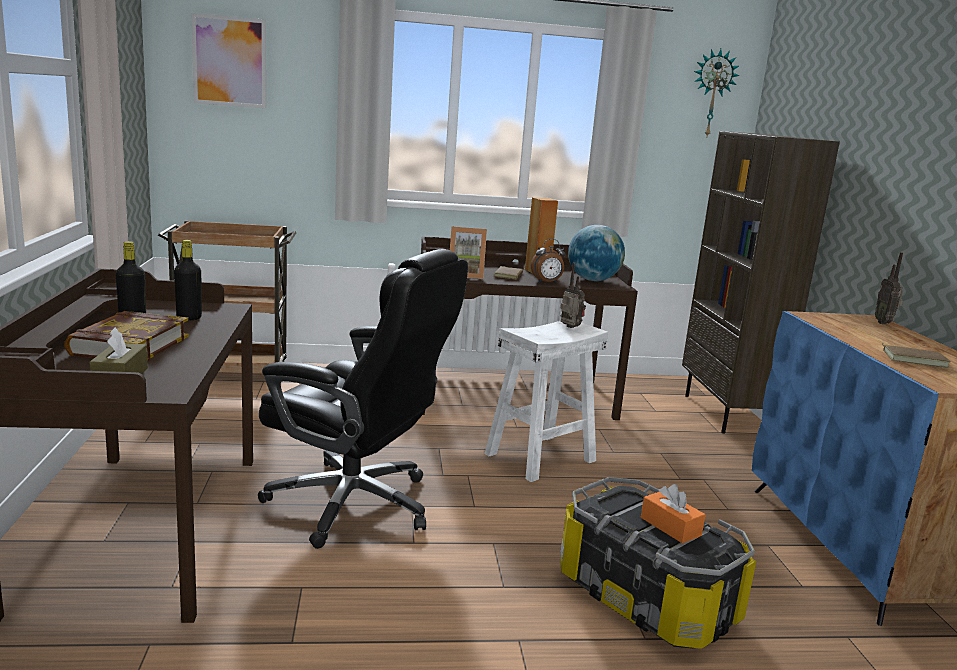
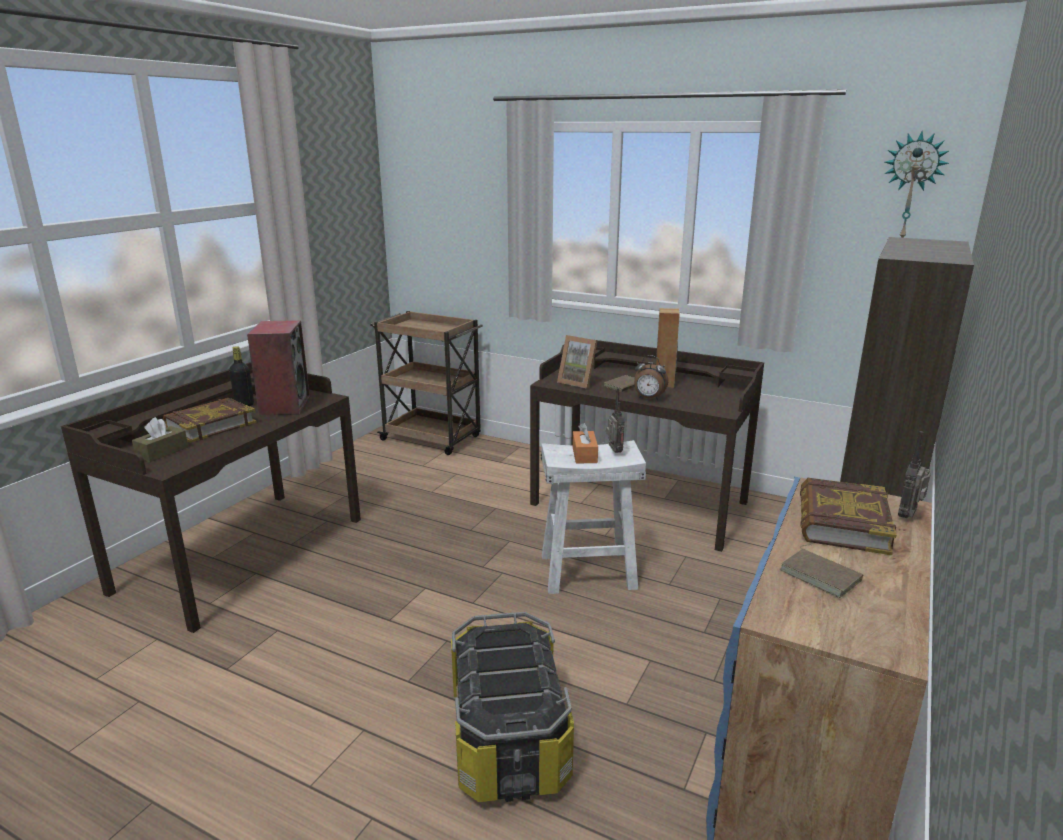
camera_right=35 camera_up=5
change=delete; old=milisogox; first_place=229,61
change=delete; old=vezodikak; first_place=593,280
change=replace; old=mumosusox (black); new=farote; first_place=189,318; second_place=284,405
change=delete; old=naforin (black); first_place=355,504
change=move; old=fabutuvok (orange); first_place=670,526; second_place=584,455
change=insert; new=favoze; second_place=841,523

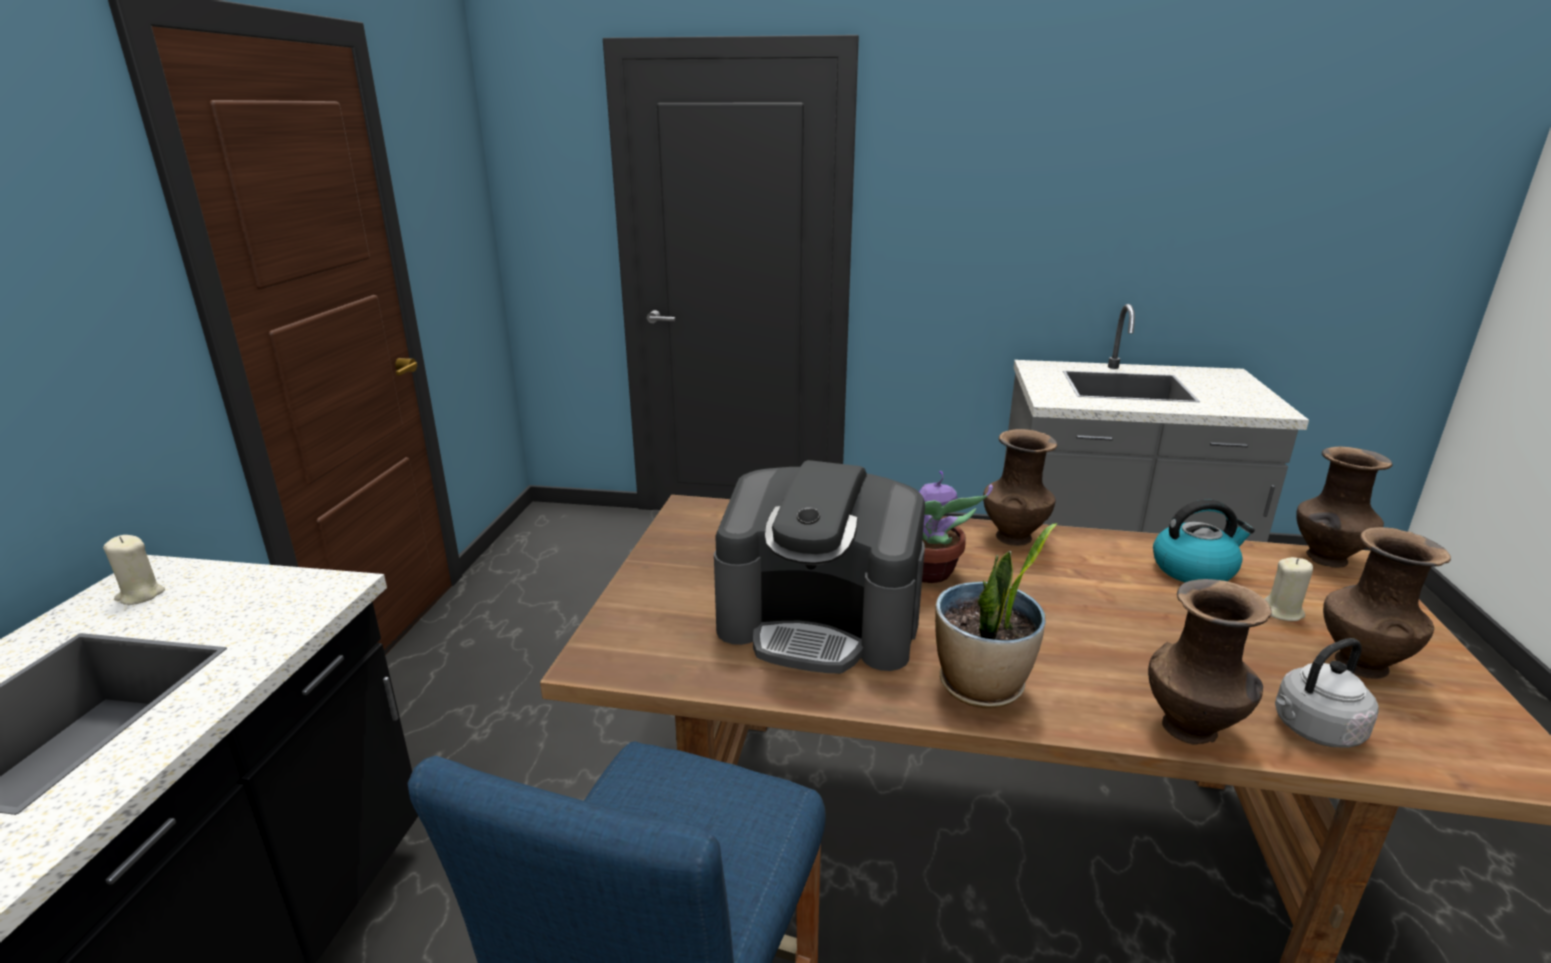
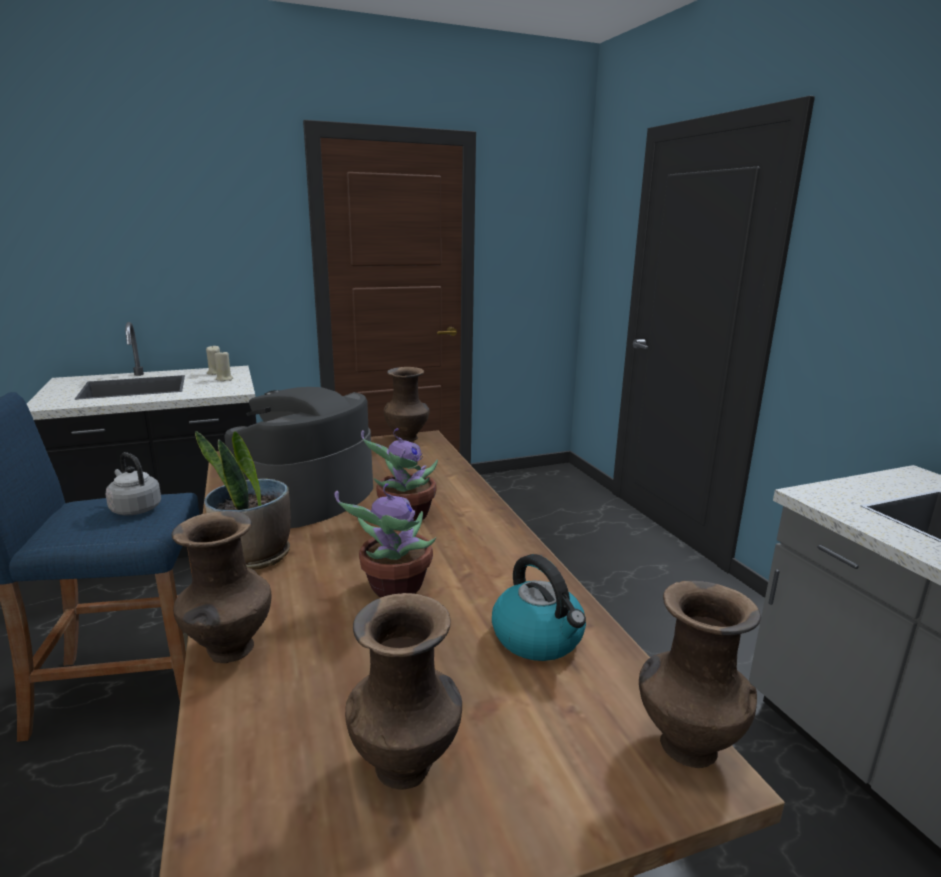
camera_right=60 camera_up=-5
change=move; old=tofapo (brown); first_place=1013,536; second_place=407,438
change=rotate; old=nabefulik; first_place=820,623; second_place=306,497; degrees=45
change=move; old=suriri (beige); first_place=1282,612; second_place=224,379
change=move; old=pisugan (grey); first_place=1313,730; second_place=135,508
change=insert; new=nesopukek; second_place=394,588

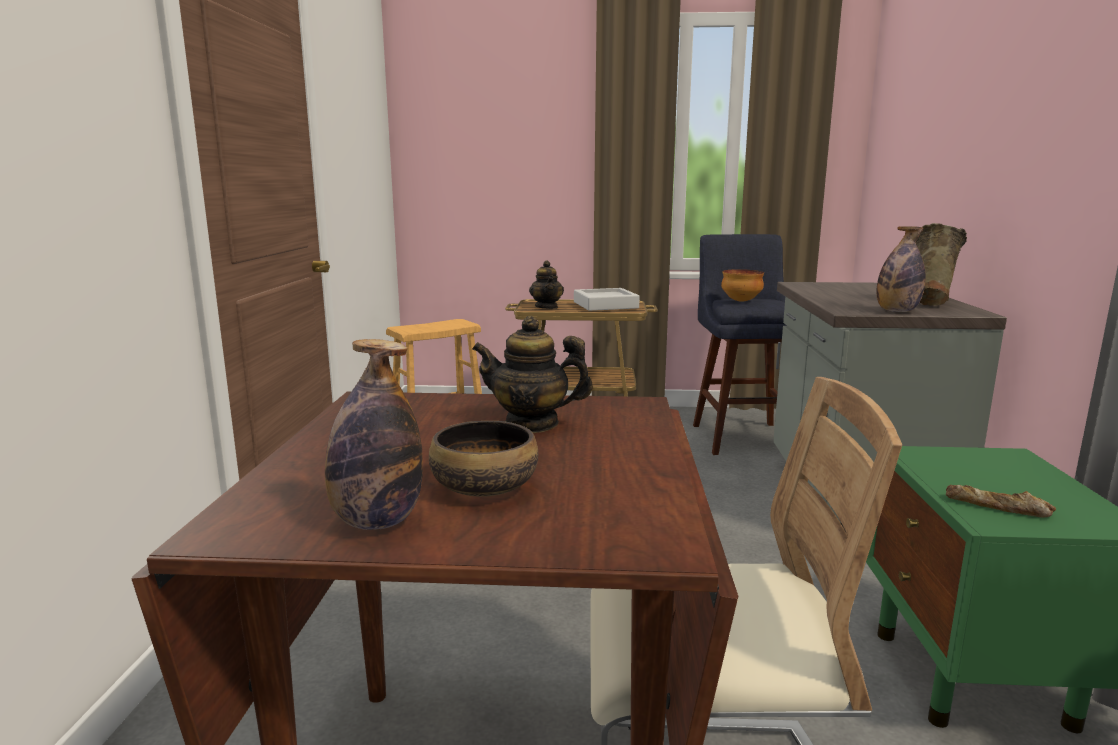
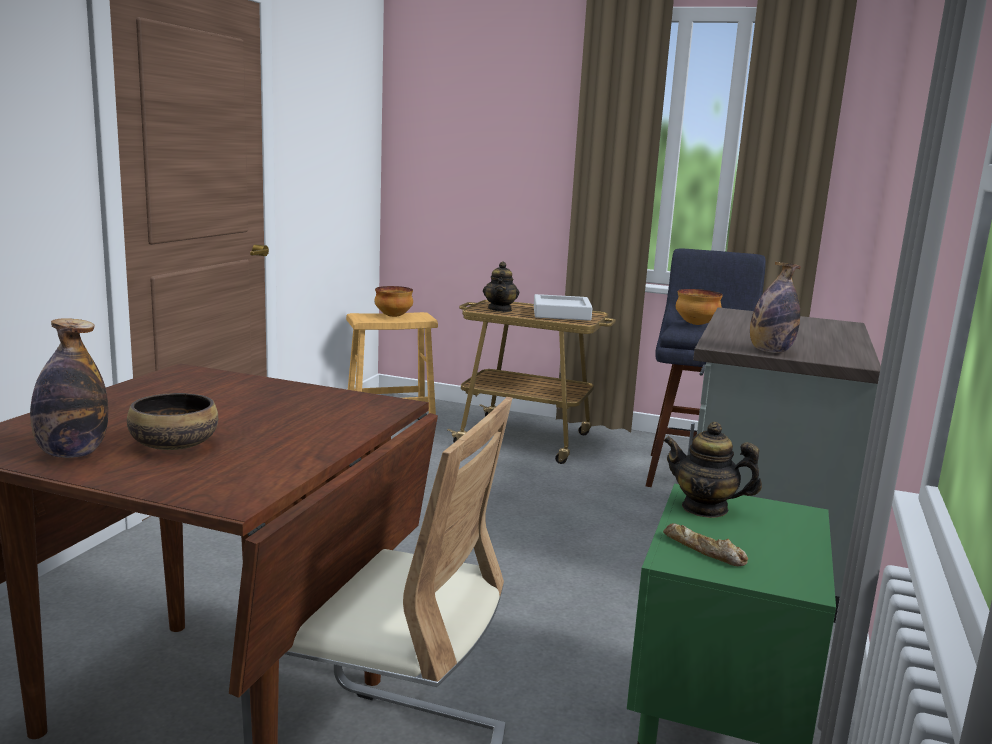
camera_right=15 camera_up=0
change=delete; old=tofapo (beige); first_place=929,303
change=move; old=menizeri; first_place=531,424; second_place=705,508
change=insert; new=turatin; second_place=394,316

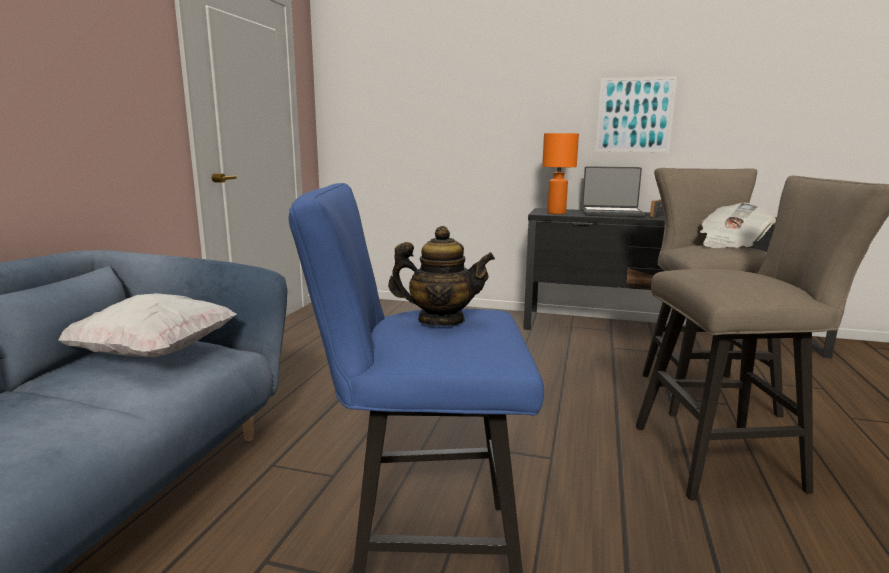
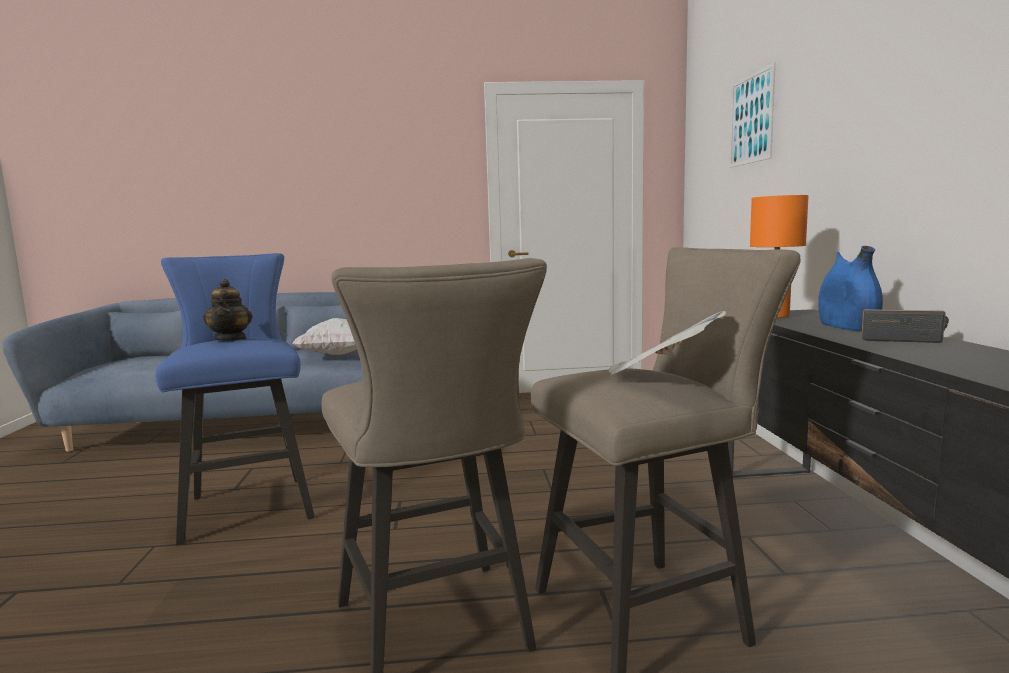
camera_right=70 camera_up=-5
change=move; old=milisogox; first_place=634,115; second_place=751,119
change=replace; old=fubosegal; new=tofapo (blue); first_place=611,213; second_place=847,327

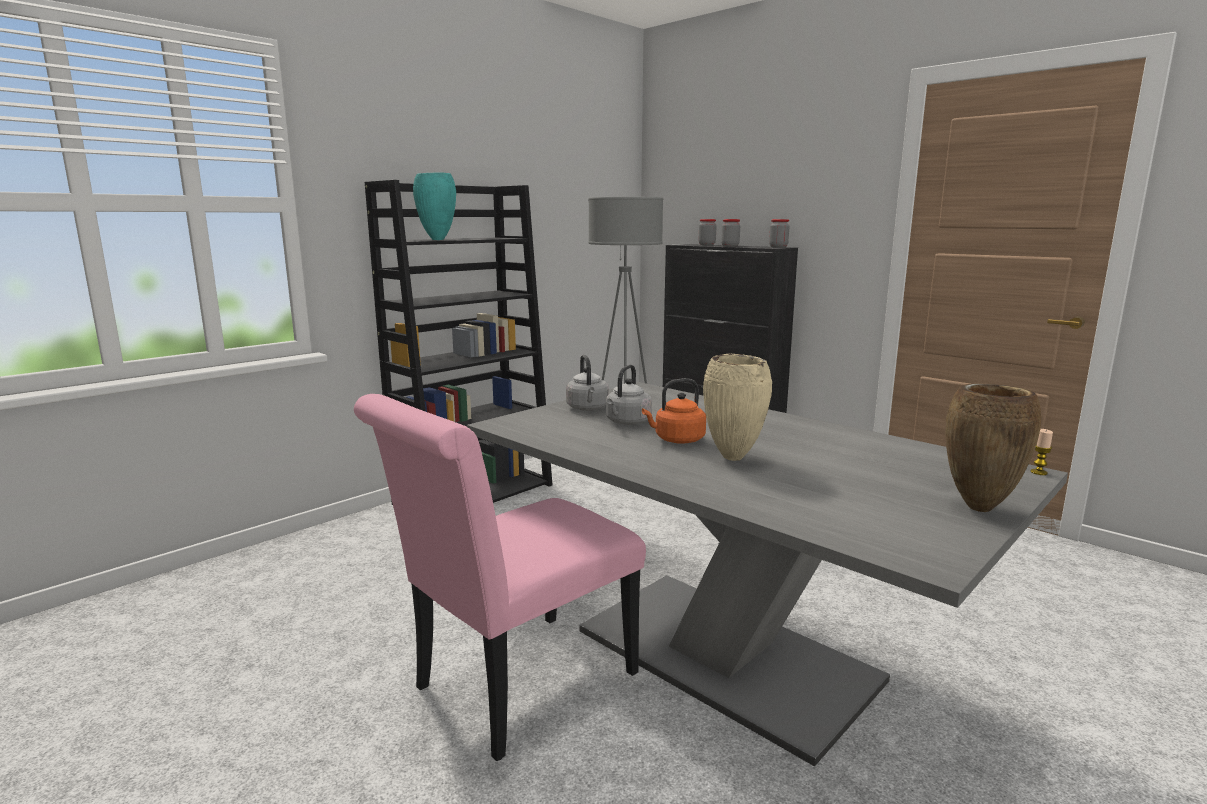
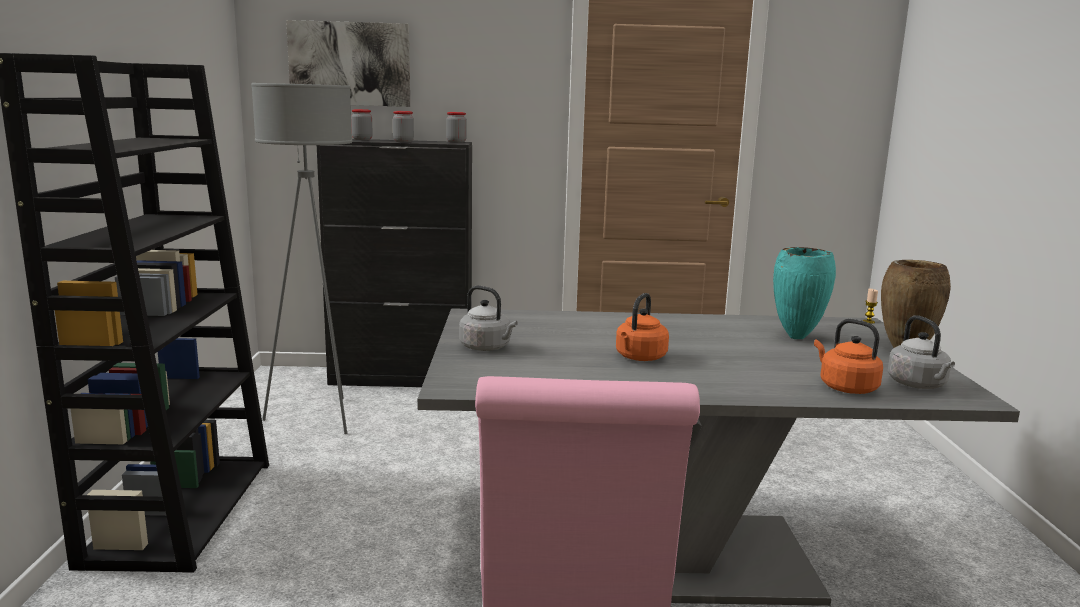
camera_right=-45 camera_up=0
change=move; old=tofapo (turquoise); first_place=436,240; second_place=796,338
change=delete; old=tofapo (beige); first_place=734,458
change=move; old=pisugan (grey); first_place=627,422; second_place=918,385
change=insert; new=milisogox; second_place=350,64
change=insert; new=pisugan (orange); second_place=845,387

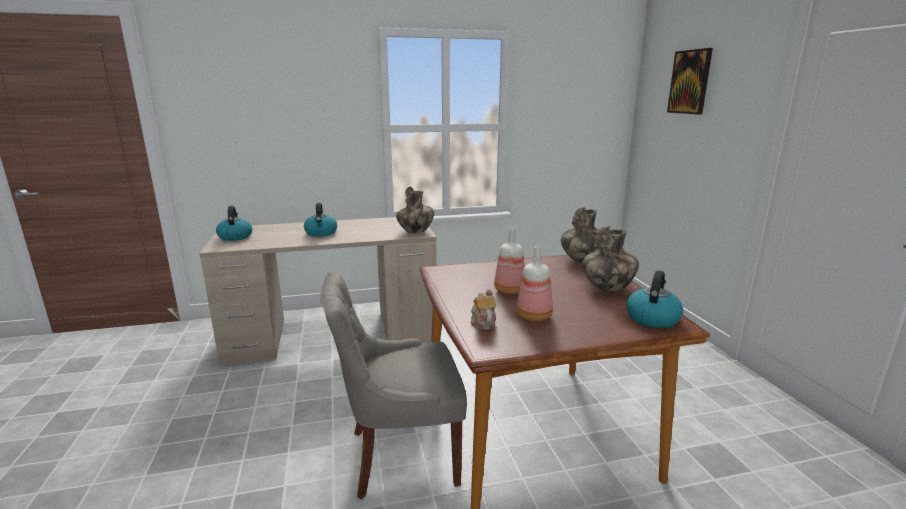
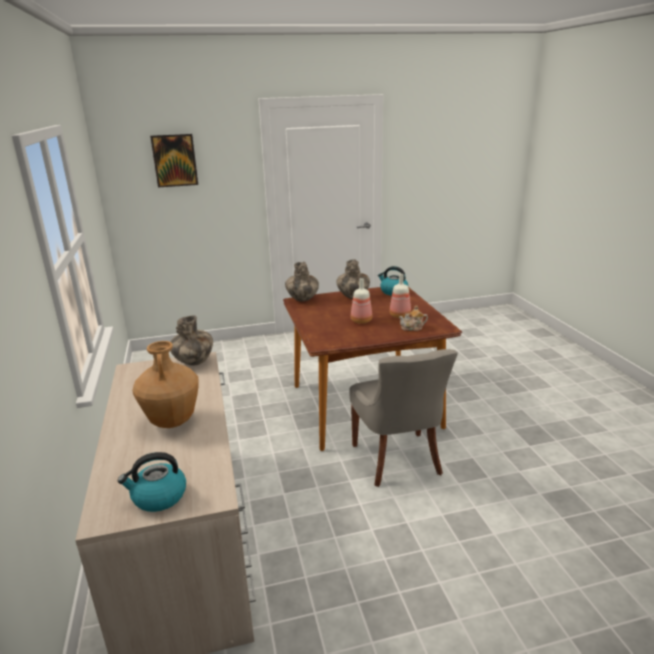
camera_right=-90 camera_up=5
change=replace; old=pisugan; new=tofapo (brown); first_place=321,233; second_place=172,421

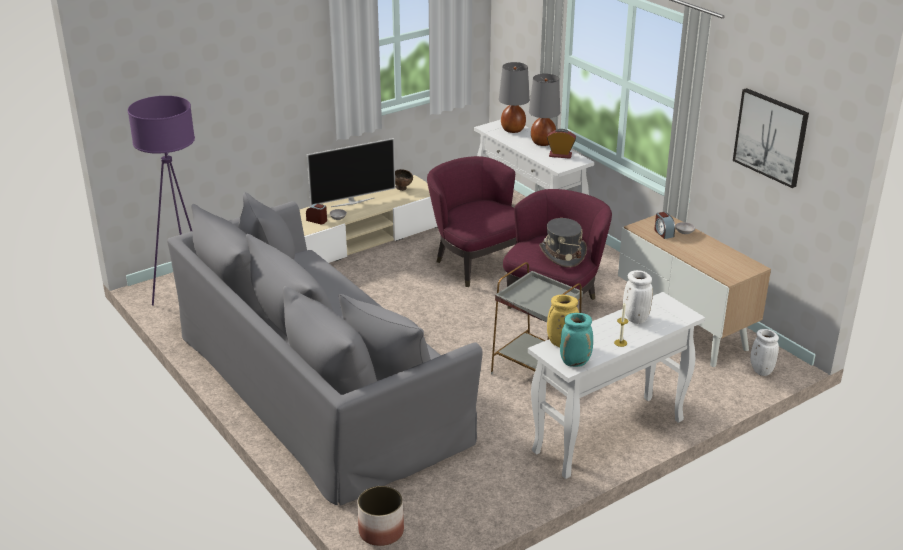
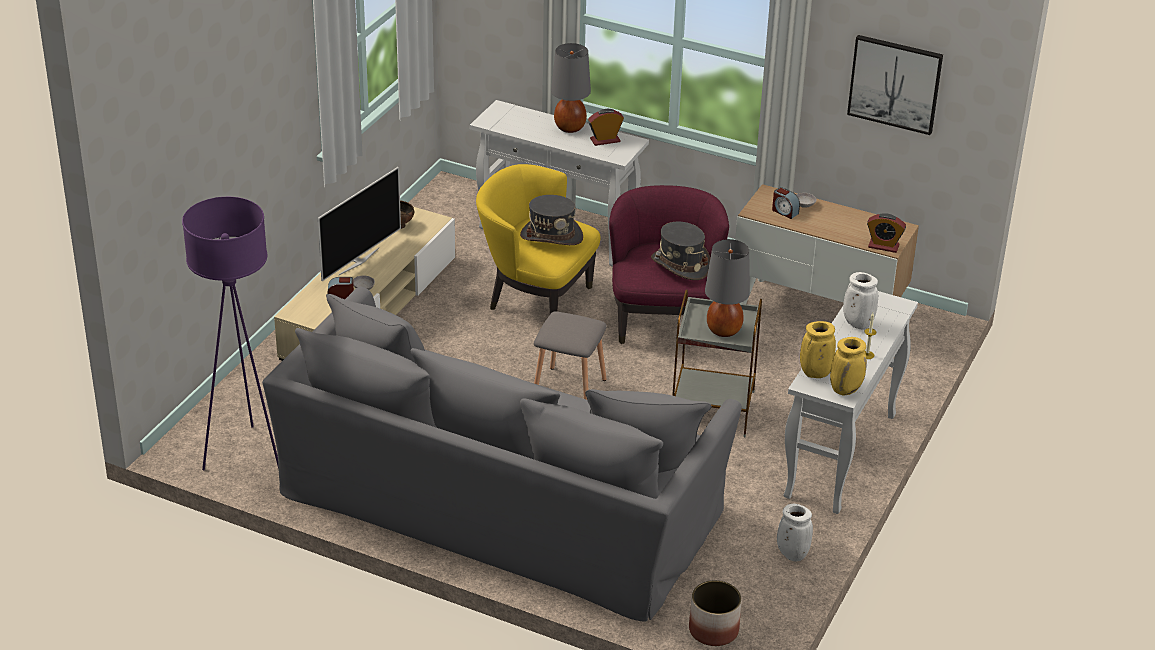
camera_right=-30 camera_up=5
change=move; old=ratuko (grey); first_place=512,130; second_place=723,330
change=recolor; old=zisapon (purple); new=zisapon (yellow); first_place=475,263; second_place=536,298
change=recolor; old=tofapo (turquoise); new=tofapo (yellow); first_place=575,362; second_place=845,389
change=move; old=tofapo (white); first_place=760,371; second_place=791,554
change=insert; new=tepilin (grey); second_place=551,236
change=insert; new=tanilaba; second_place=883,246
change=insert; new=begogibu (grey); second_place=567,390

